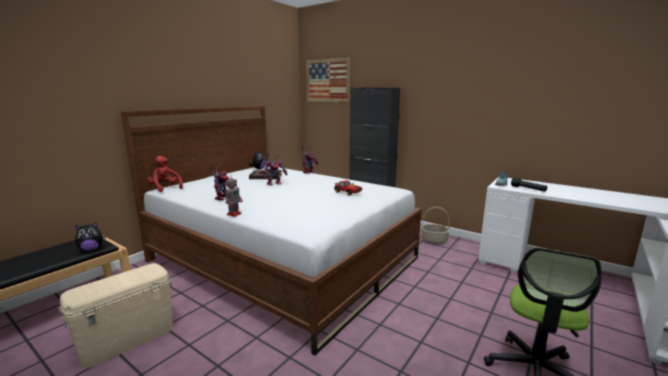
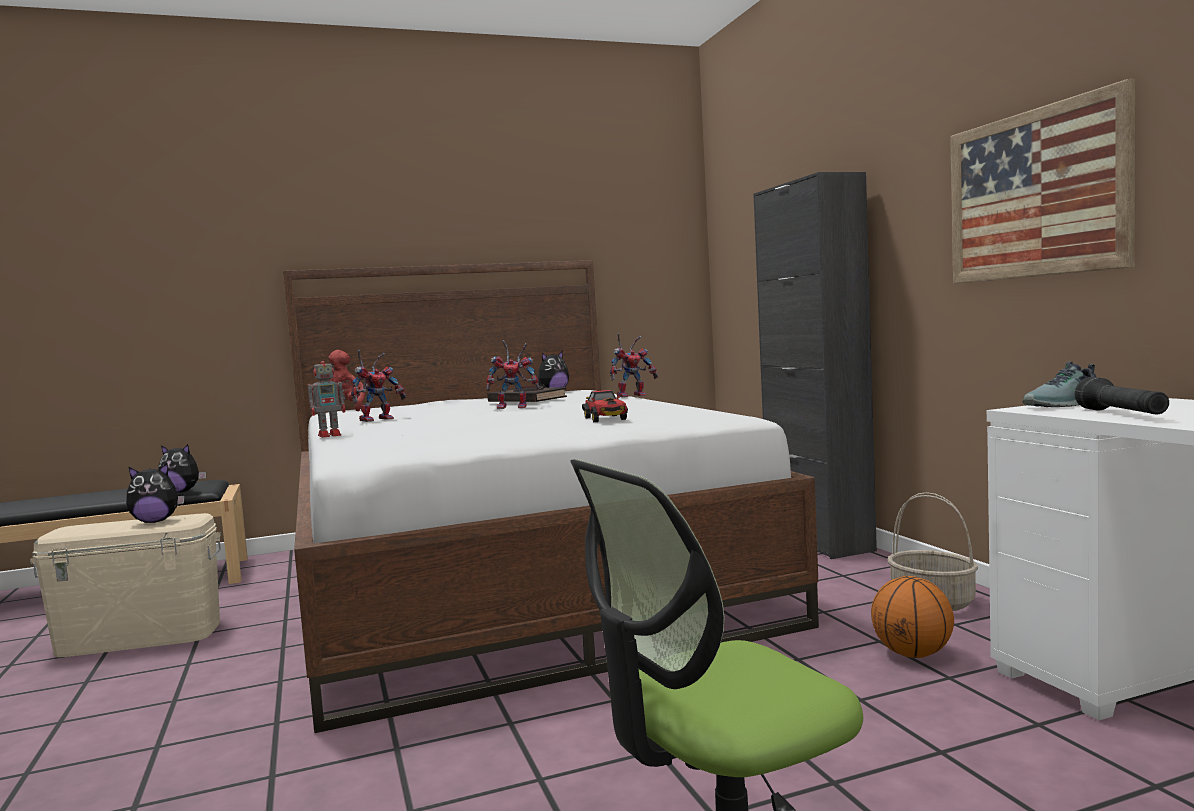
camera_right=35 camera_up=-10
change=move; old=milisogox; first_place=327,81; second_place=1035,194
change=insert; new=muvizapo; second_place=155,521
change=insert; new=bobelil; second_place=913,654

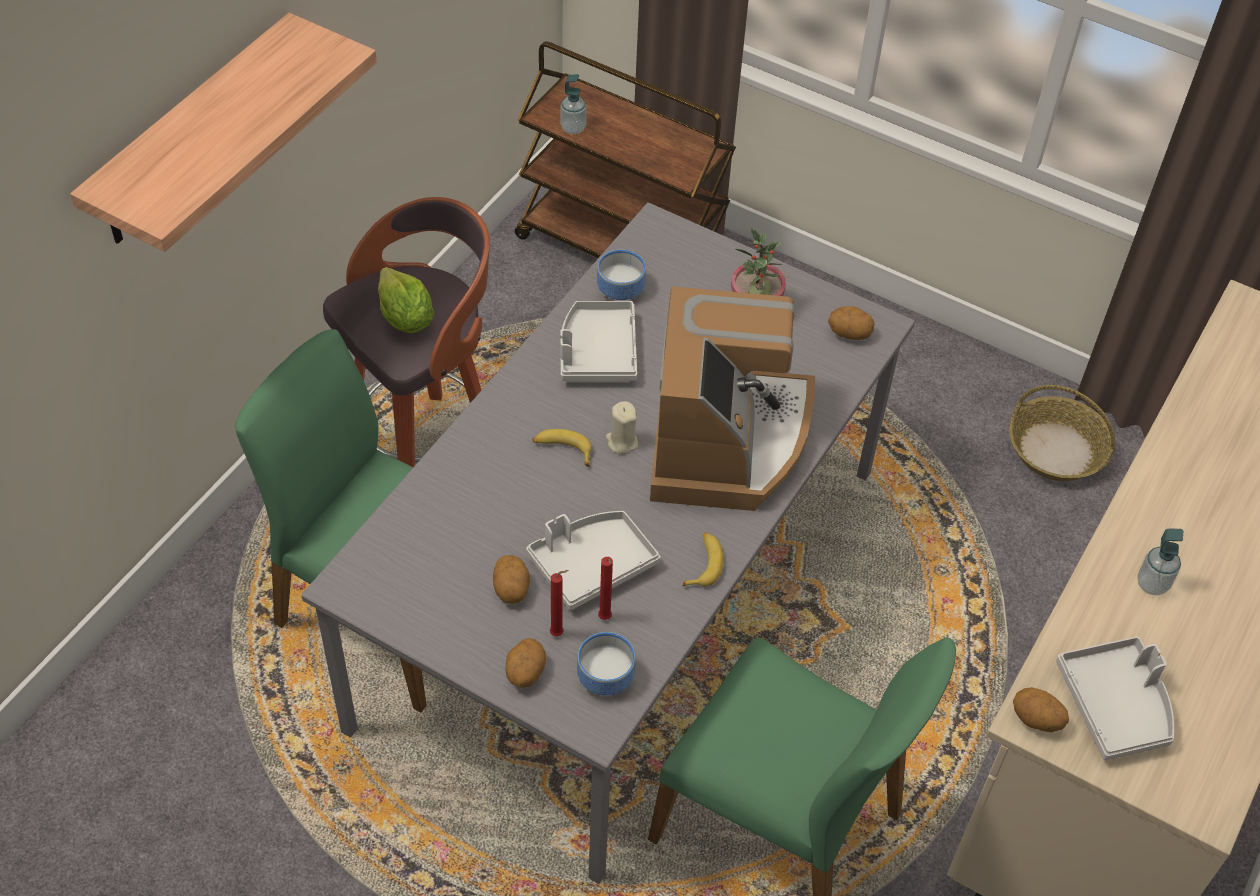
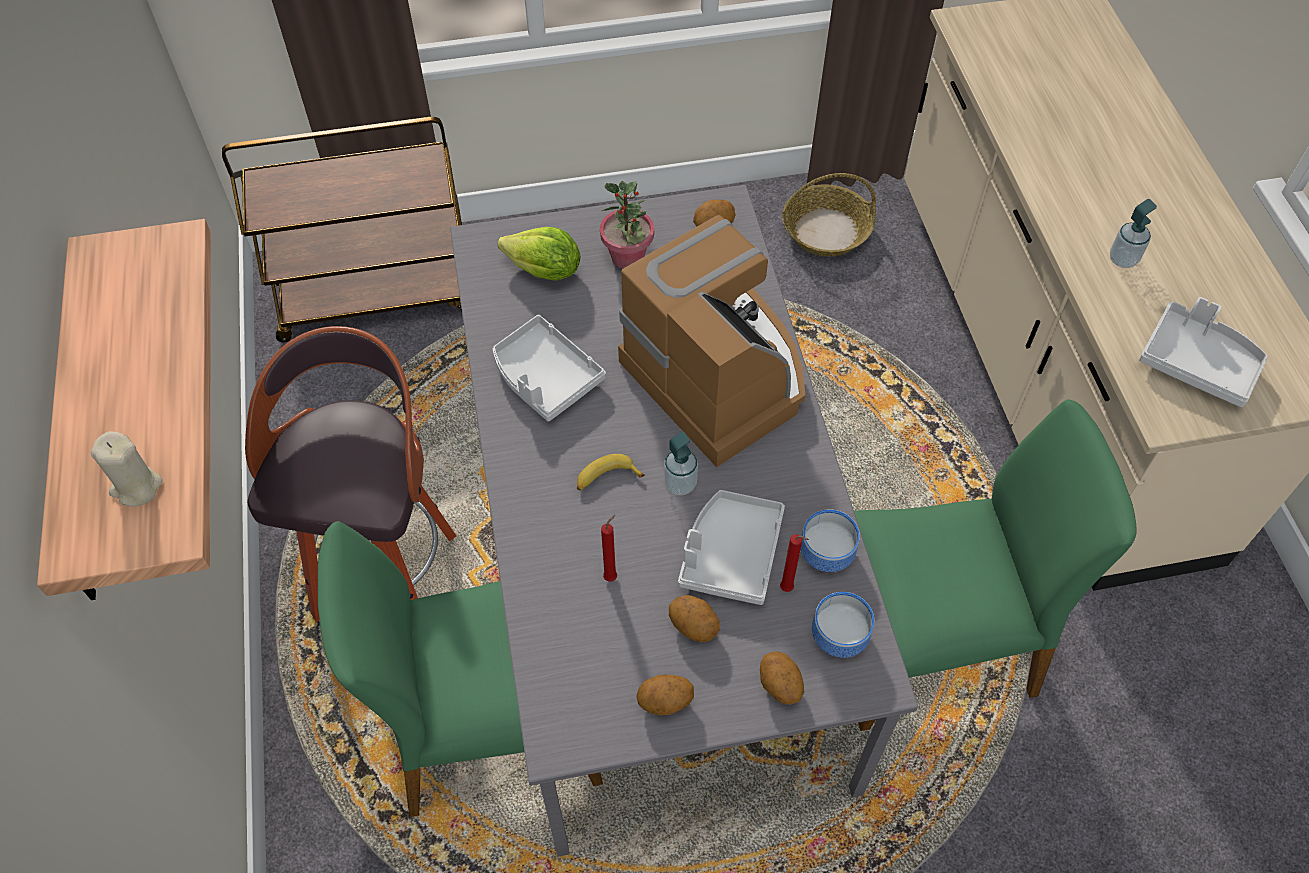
camera_right=-40 camera_up=5
change=move; old=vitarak; first_place=573,128; second_place=680,484
change=move; old=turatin; first_place=621,288; second_place=825,550
change=move; old=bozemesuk; first_place=405,319; second_place=545,271
change=move; old=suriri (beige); first_place=622,442; second_place=136,487
change=delete; old=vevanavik; first_place=703,564
change=move; old=suriri (red); first_place=559,633; second_place=612,576
change=move; old=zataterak; first_place=1035,720; second_place=665,702

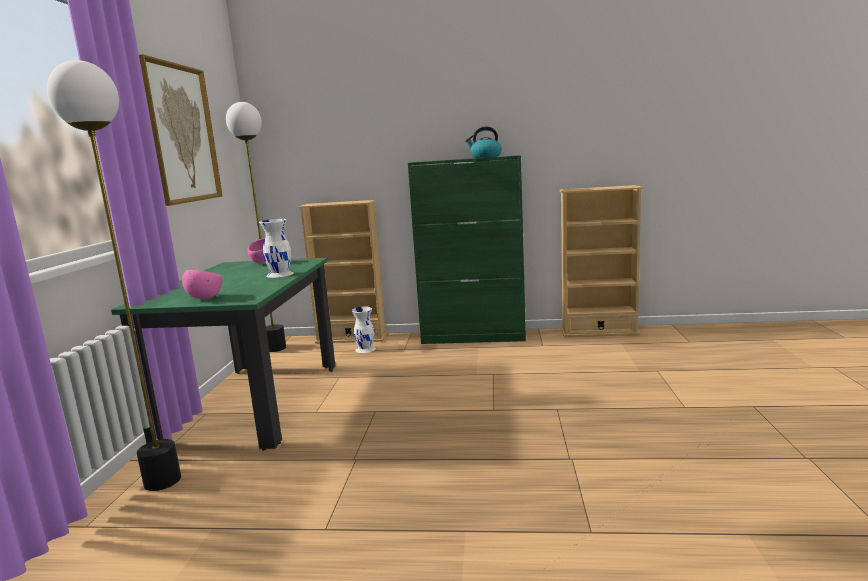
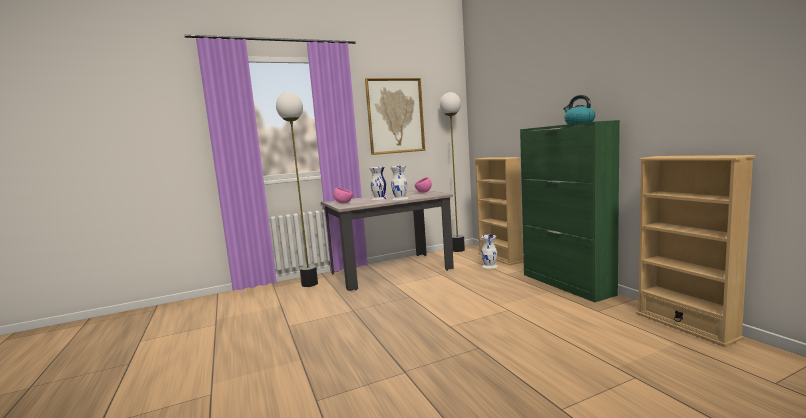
camera_right=60 camera_up=-5
change=recolor; old=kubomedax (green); new=kubomedax (beige); first_place=255,403; second_place=390,271
change=insert; new=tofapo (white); second_place=379,198

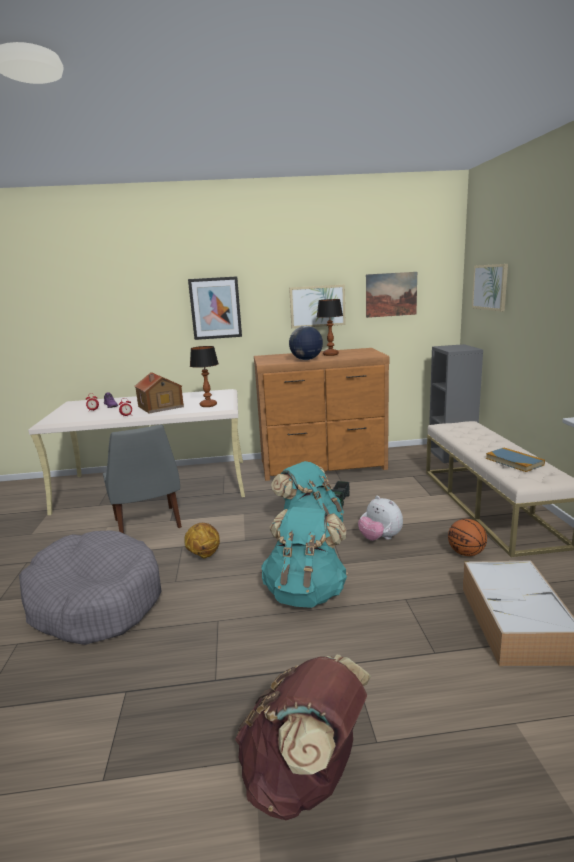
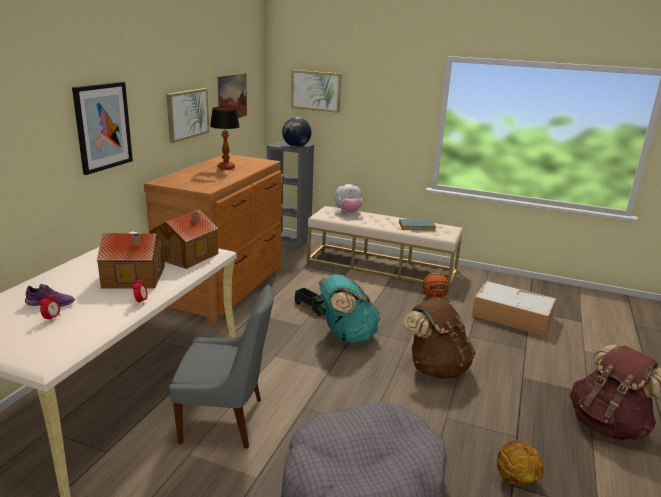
camera_right=-65 camera_up=5
change=move; old=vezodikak; first_place=306,360; second_place=296,146
change=replace; old=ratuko; new=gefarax; first_place=208,405; second_place=187,255
change=move; old=muvizapo; first_place=380,538; second_place=348,212
change=recolor; old=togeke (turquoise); new=togeke (brown); first_place=306,592; second_place=436,368
change=move; old=bobelil; first_place=203,554; second_place=515,480

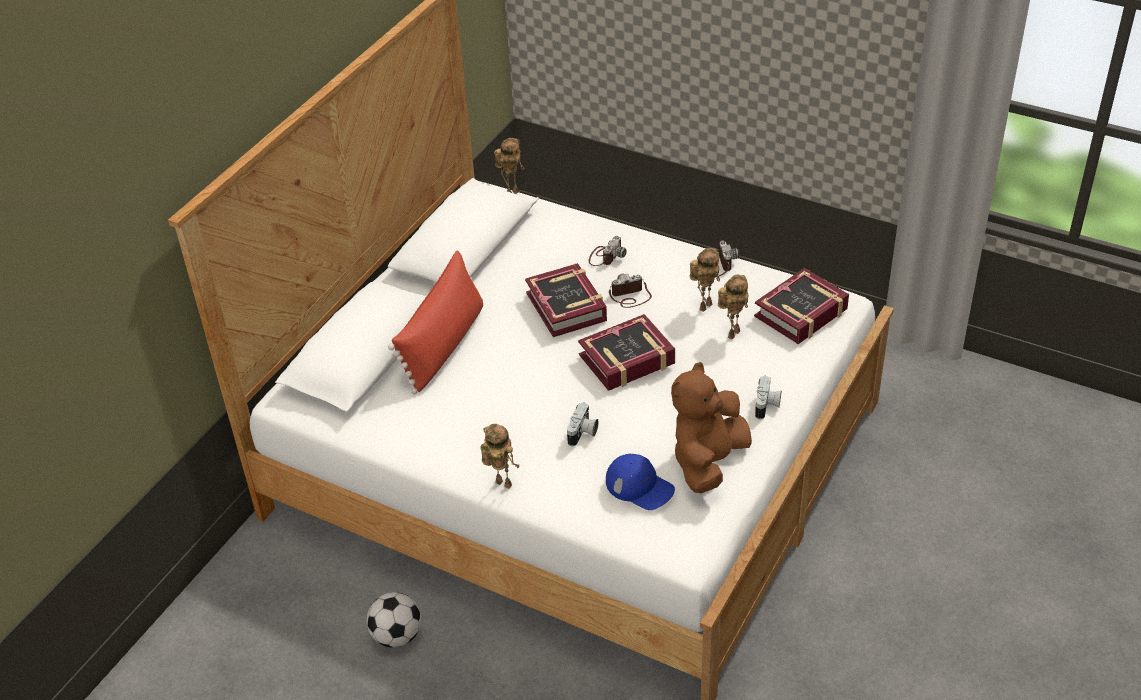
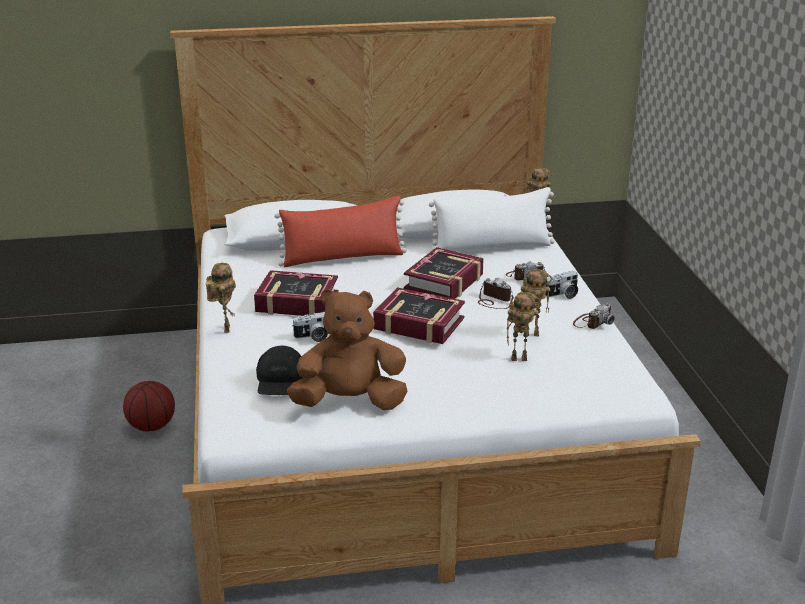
camera_right=50 camera_up=-15
change=move; old=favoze; first_place=801,313; second_place=297,302
change=move; old=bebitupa; first_place=767,406; second_place=563,294
change=recolor; old=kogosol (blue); new=kogosol (black); first_place=639,486; second_place=281,379
change=replace; old=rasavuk; new=bobelil; first_place=397,636; second_place=152,426
change=insert; new=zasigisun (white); second_place=492,247

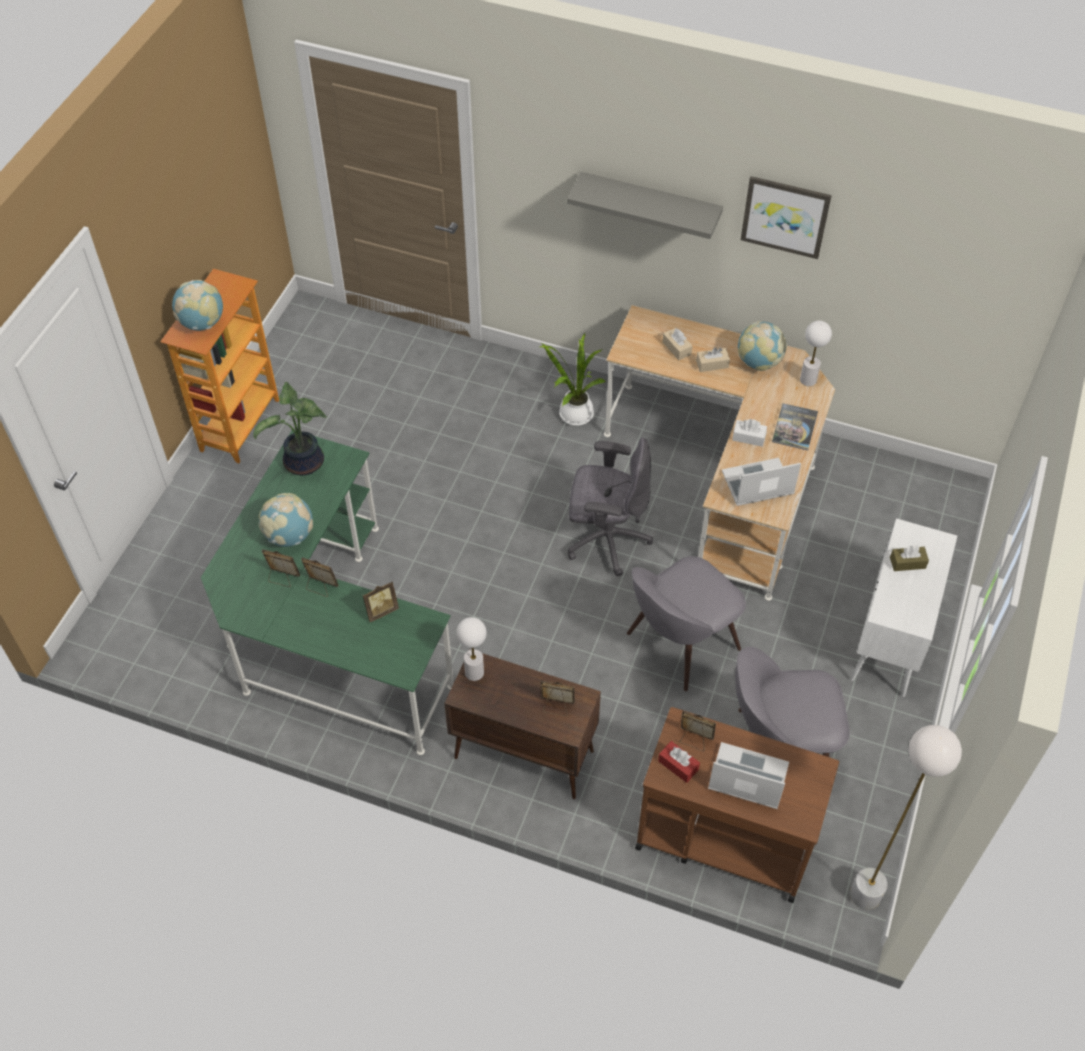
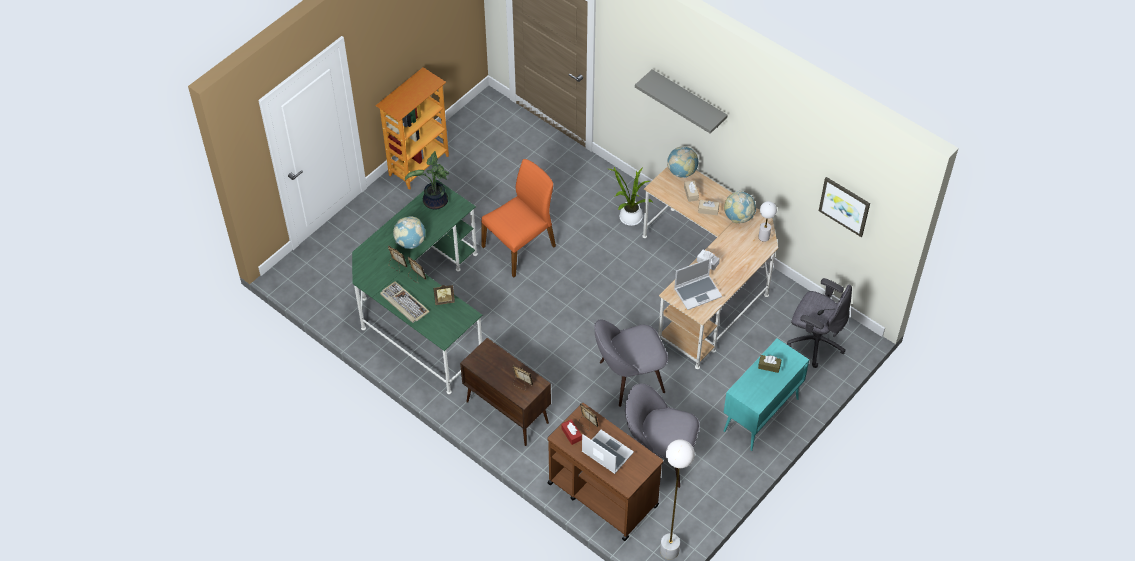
camera_right=20 camera_up=0
change=move; old=milisogox; first_place=785,216; second_place=844,206
change=move; old=vezodikak; first_place=202,323; second_place=682,172
change=delete; old=favoze; first_place=794,427
change=move; old=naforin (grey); first_place=606,539; second_place=815,342
change=rotate; old=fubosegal; first_place=757,484; second_place=698,292; degrees=150
change=recolor; old=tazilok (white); new=tazilok (turquoise); first_place=890,640; second_place=760,415
change=delete; old=ratuko (white); first_place=474,673
change=insert; new=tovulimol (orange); second_place=520,246
change=insert; new=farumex; second_place=404,303

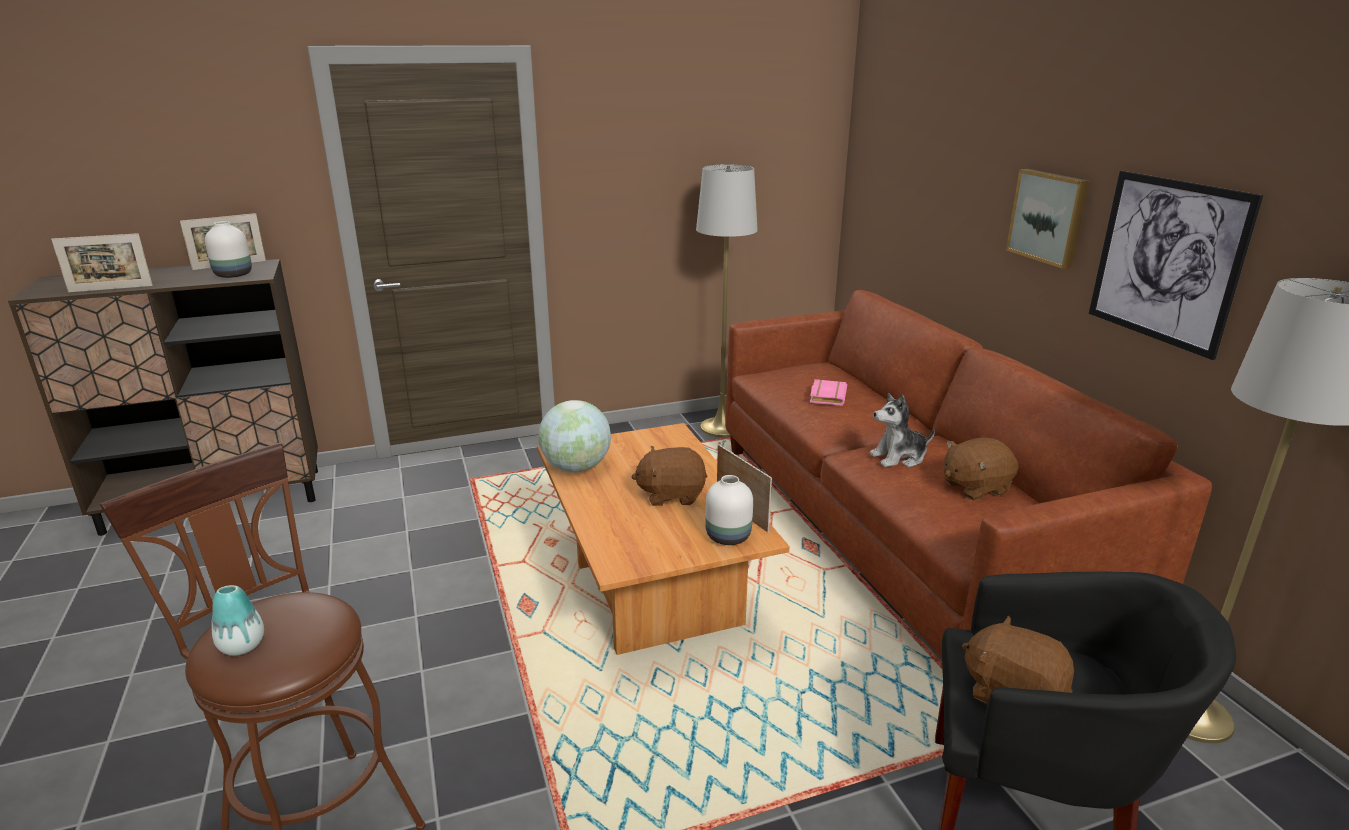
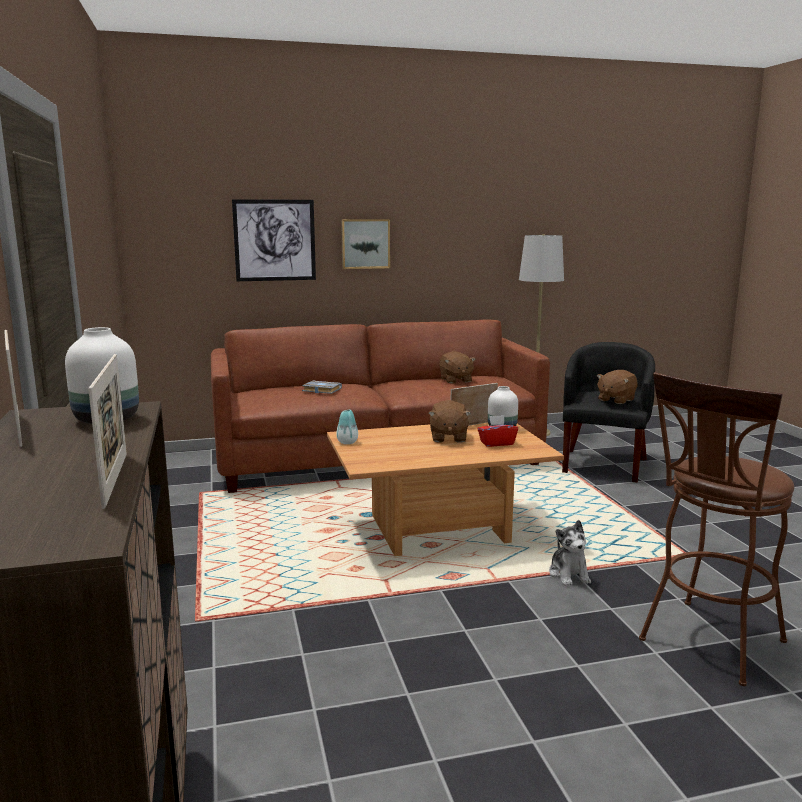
camera_right=-85 camera_up=-10
change=delete; old=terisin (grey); first_place=721,427
change=move; old=milisogox; first_place=1166,261; second_place=274,240
change=recolor; old=favoze (pink); new=favoze (grey); first_place=826,396; second_place=320,390
change=move; old=muvizapo; first_place=899,458; second_place=569,574
change=delete; old=vezodikak; first_place=576,468
change=move; old=tofapo; first_place=242,646; second_place=347,442
change=insert; new=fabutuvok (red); second_place=496,443

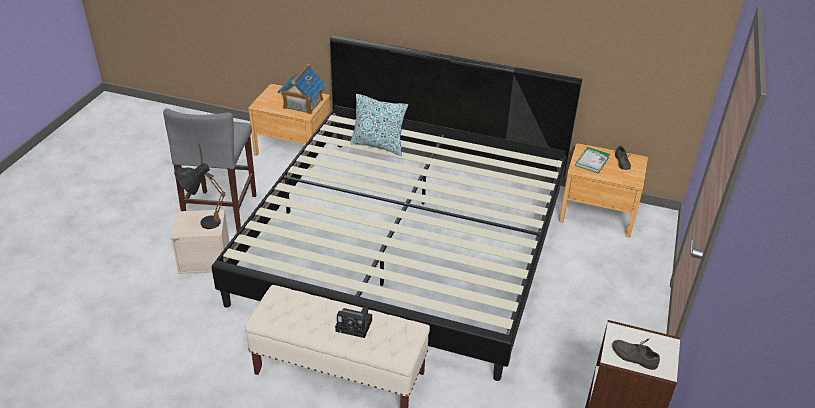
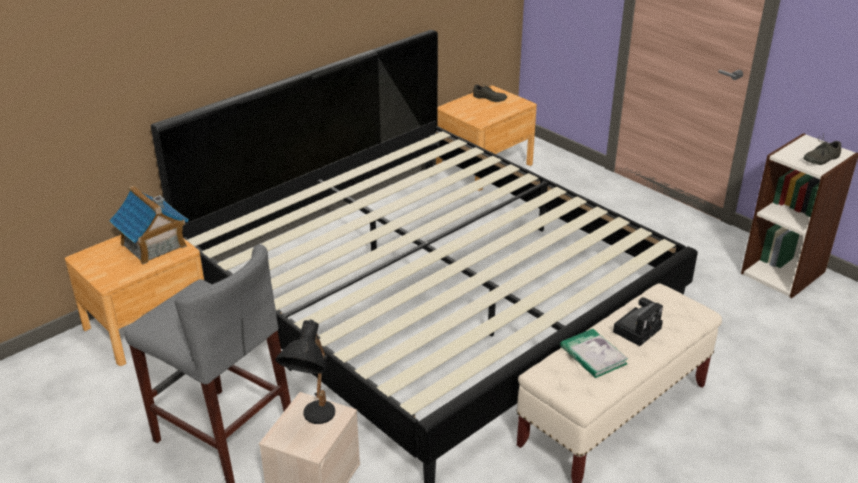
camera_right=-60 camera_up=-5
change=delete; old=zasigisun; first_place=378,145
change=move; old=favoze; first_place=592,161; second_place=593,355

